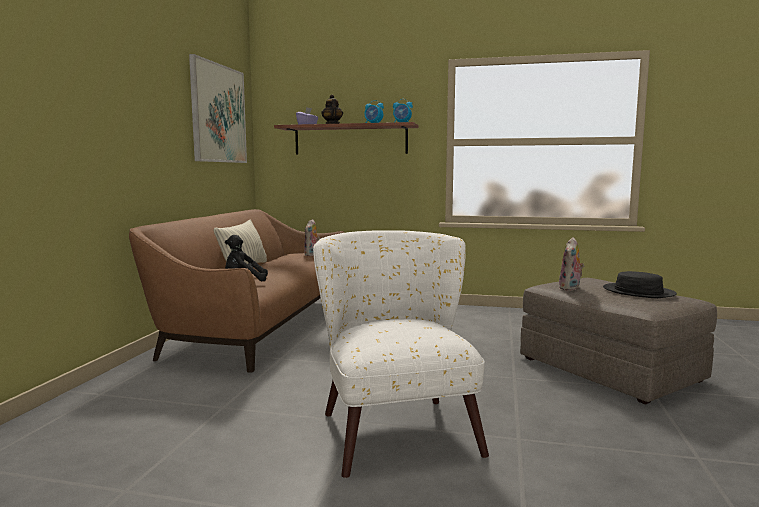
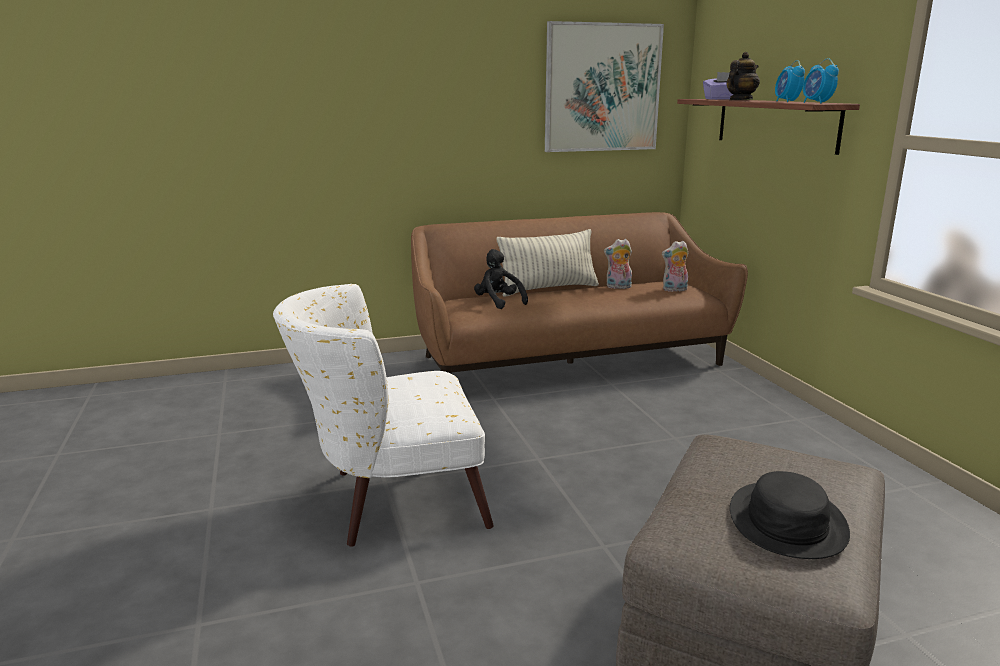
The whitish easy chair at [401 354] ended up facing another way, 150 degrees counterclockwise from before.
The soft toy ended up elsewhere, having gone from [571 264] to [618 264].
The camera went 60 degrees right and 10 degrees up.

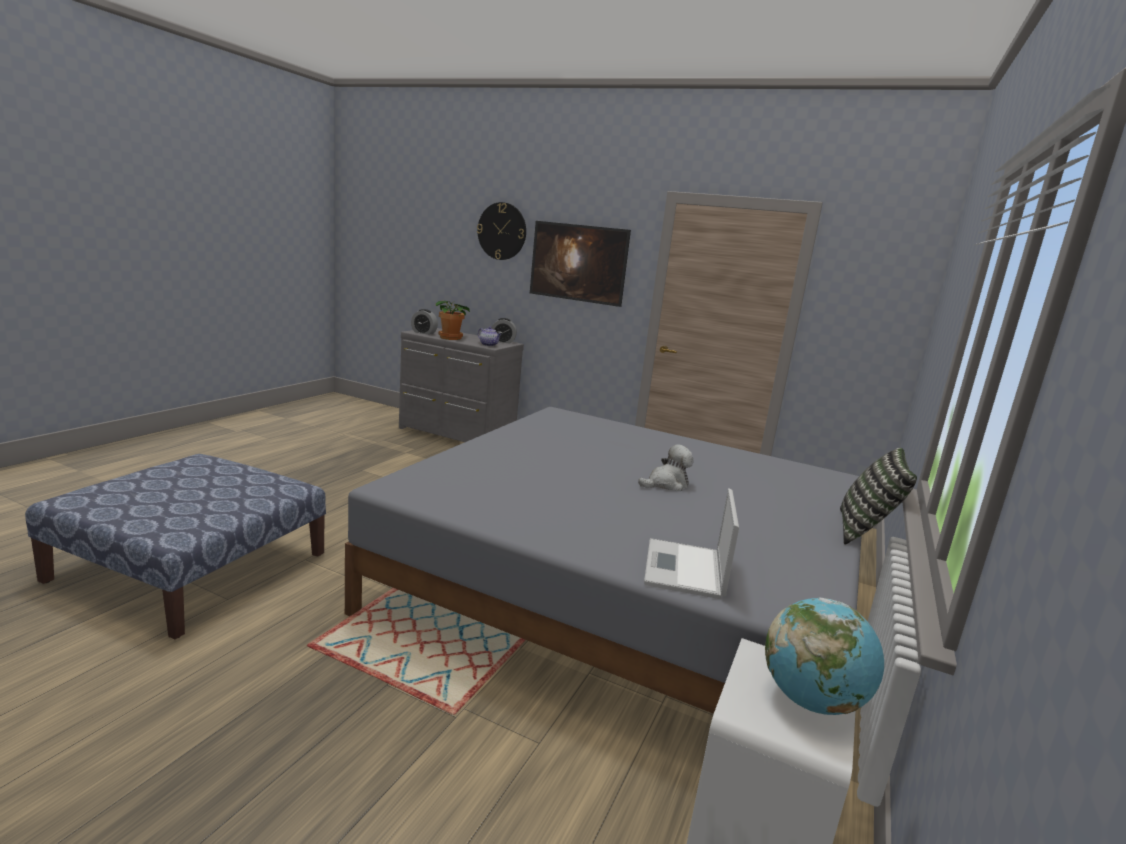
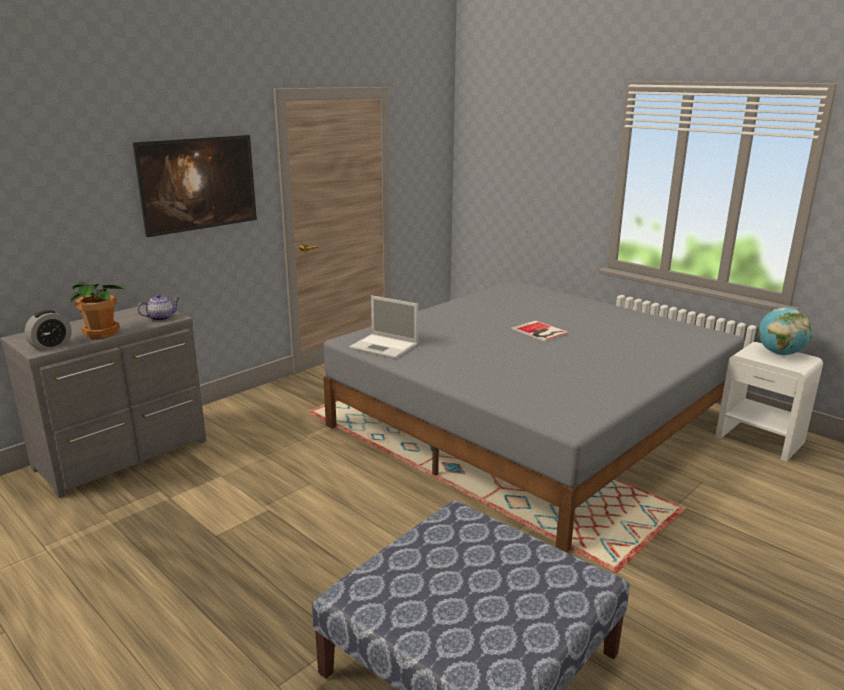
The second view lost the clock on the wall at [501 231].
The second view lost the bedside clock at [504 331].
Where the soft toy stood at [665 467], the volume came to stand at [540 331].
The laptop ended up elsewhere, having gone from [691 543] to [383 327].
The second view lost the pillow at [878 496].
The camera went 70 degrees left and 5 degrees up.

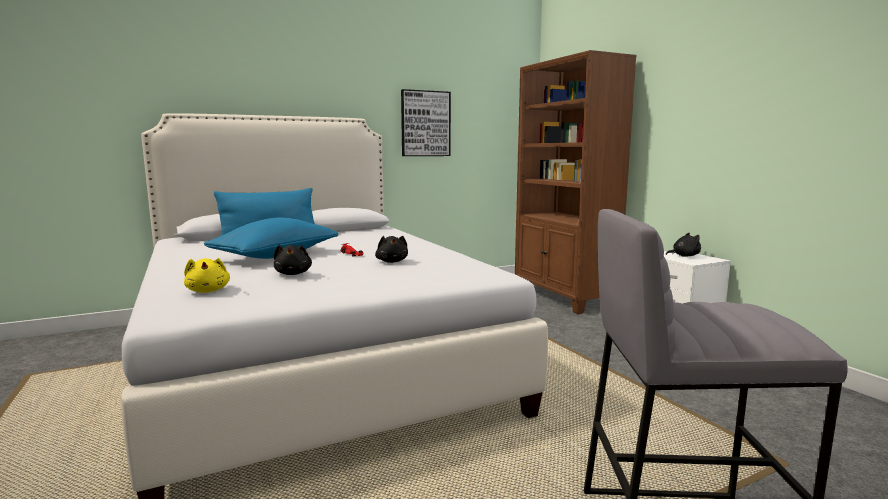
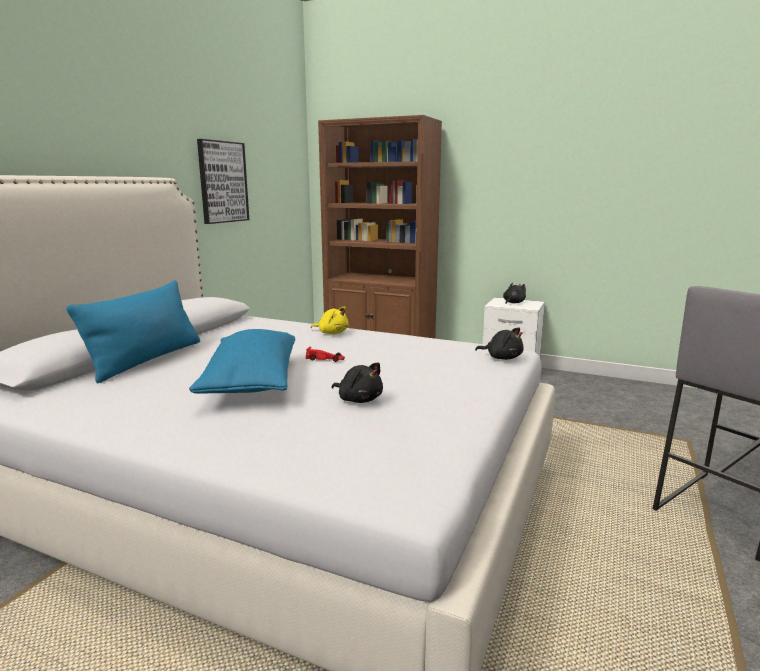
The yellow-coloured soft toy ended up elsewhere, having gone from [207 275] to [330 320].
The blackish soft toy ended up elsewhere, having gone from [391 249] to [499 344].
The camera went 40 degrees left and 5 degrees up.

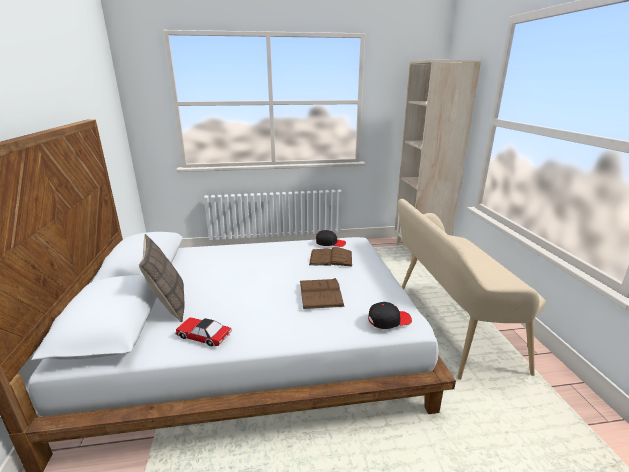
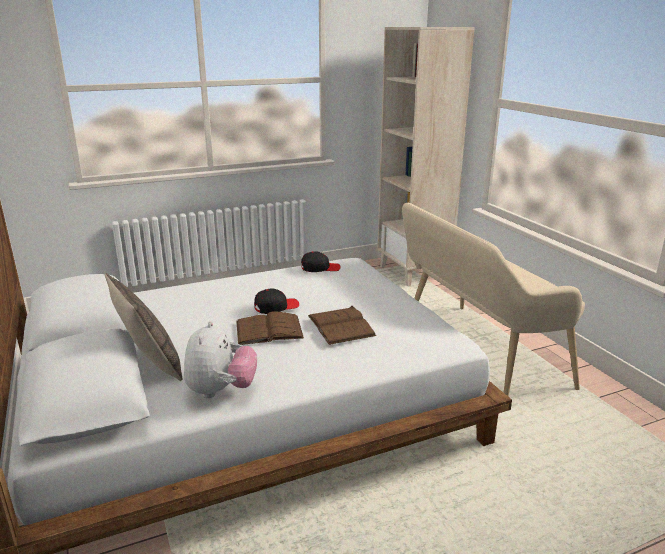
Where the miniature car stood at [203 332], the soft toy came to stand at [220 359].
The brown-coloured volume ended up elsewhere, having gone from [330 256] to [270 328].
The blackish baseball cap ended up elsewhere, having gone from [390 315] to [276 301].
The camera went 15 degrees left and 0 degrees up.

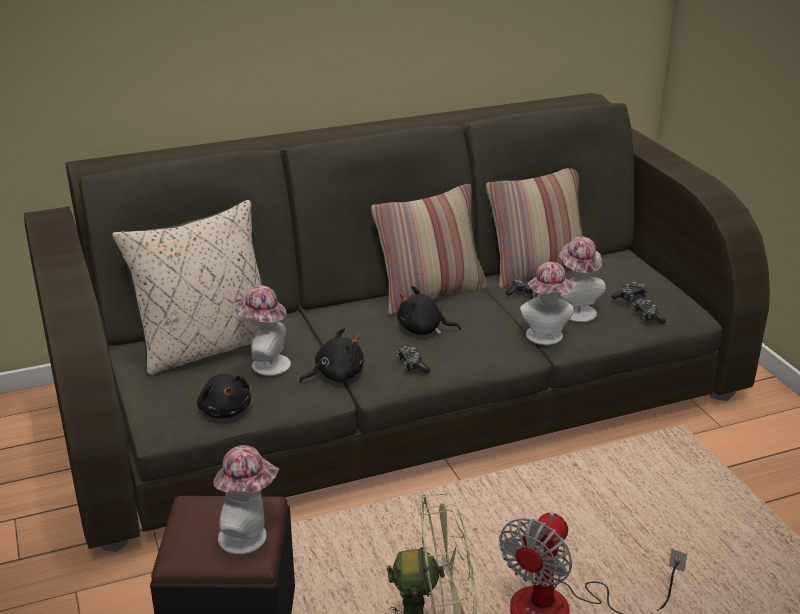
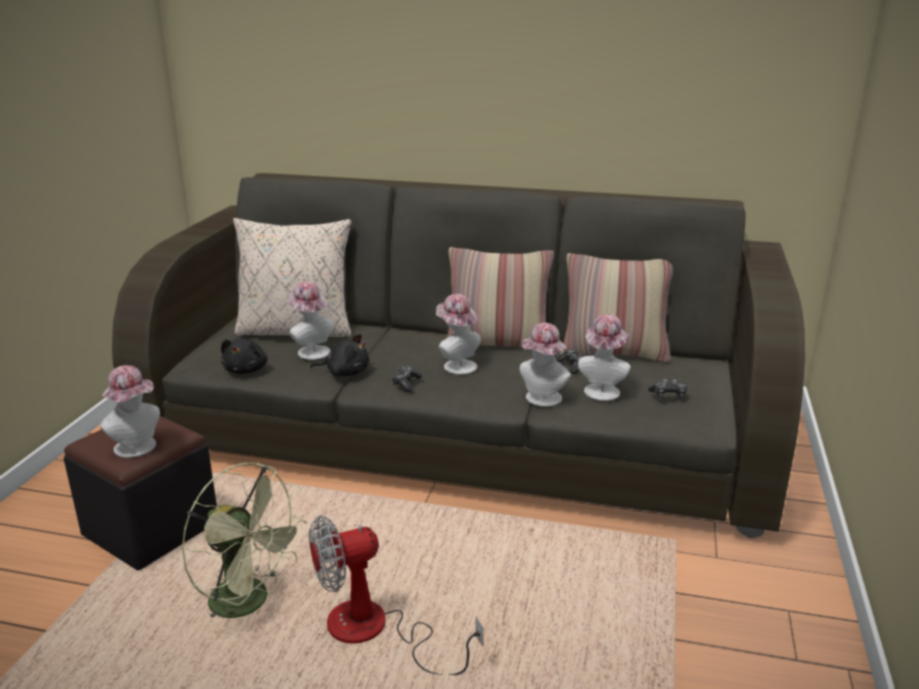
Where the blackish soft toy stood at [429 310], the wearable hat came to stand at [458 334].
The second view lost the joypad at [649 311].
The camera went 35 degrees right and 5 degrees down.

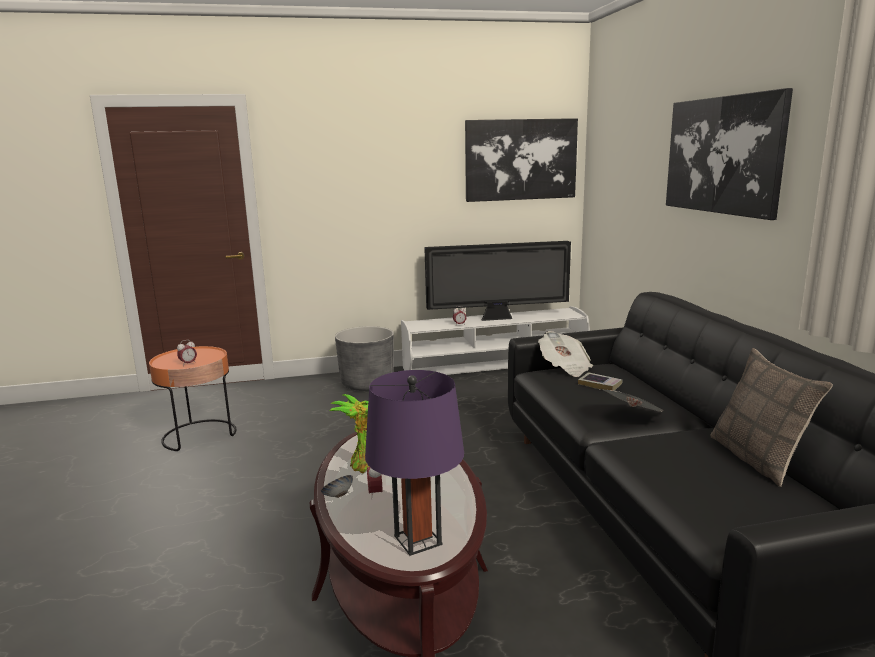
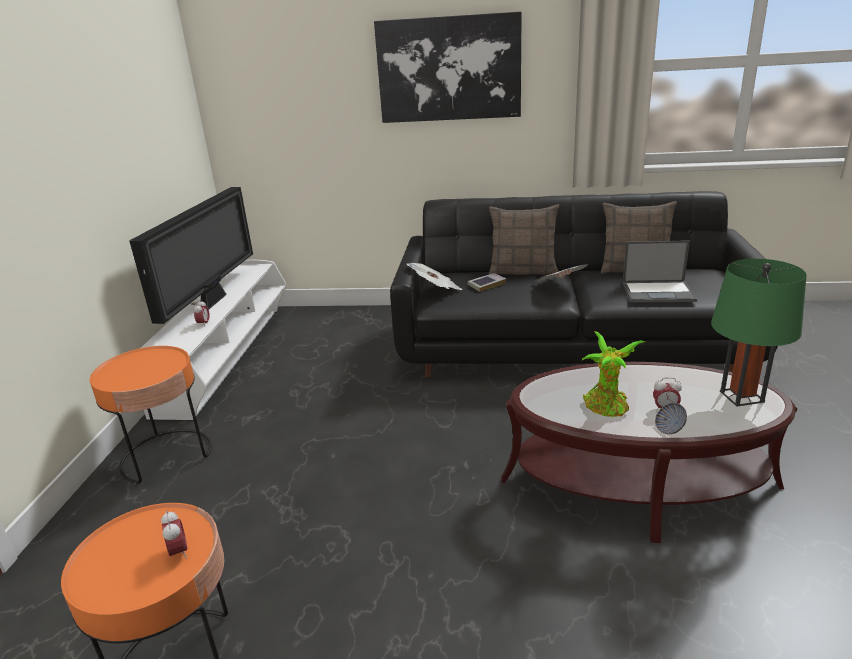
Where the grey flower pot stood at [364 358], the orangey side table came to stand at [151 415].
What was the purple tabletop lamp at [414 463] turned into the green-coloured tabletop lamp at [759 333].
The second view lost the picture at [521 160].
The second view gained the pillow at [524 239].
The second view gained the laptop at [659 271].
The camera went 70 degrees left and 10 degrees up.

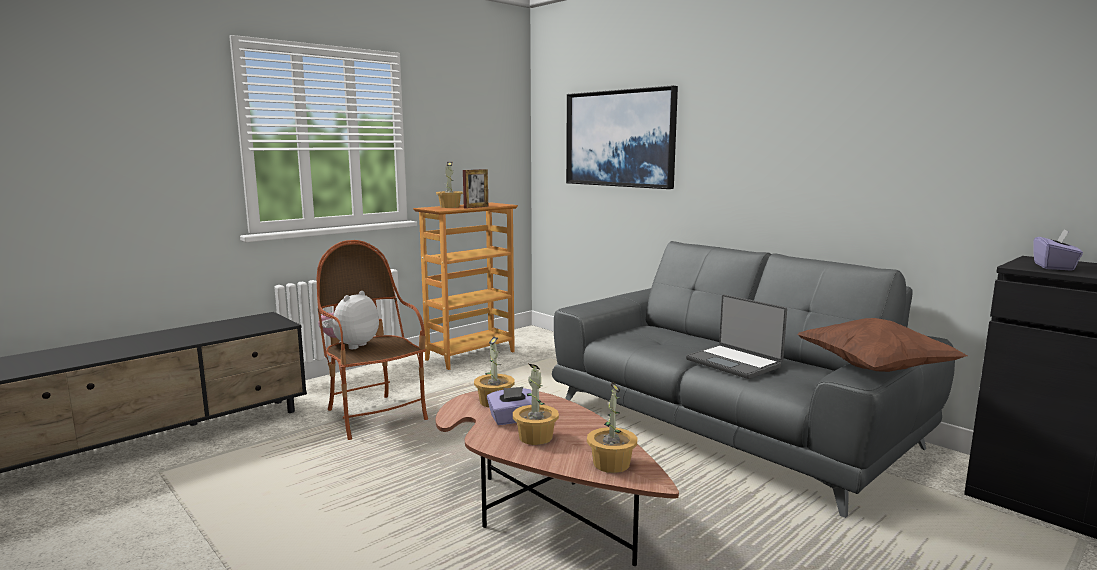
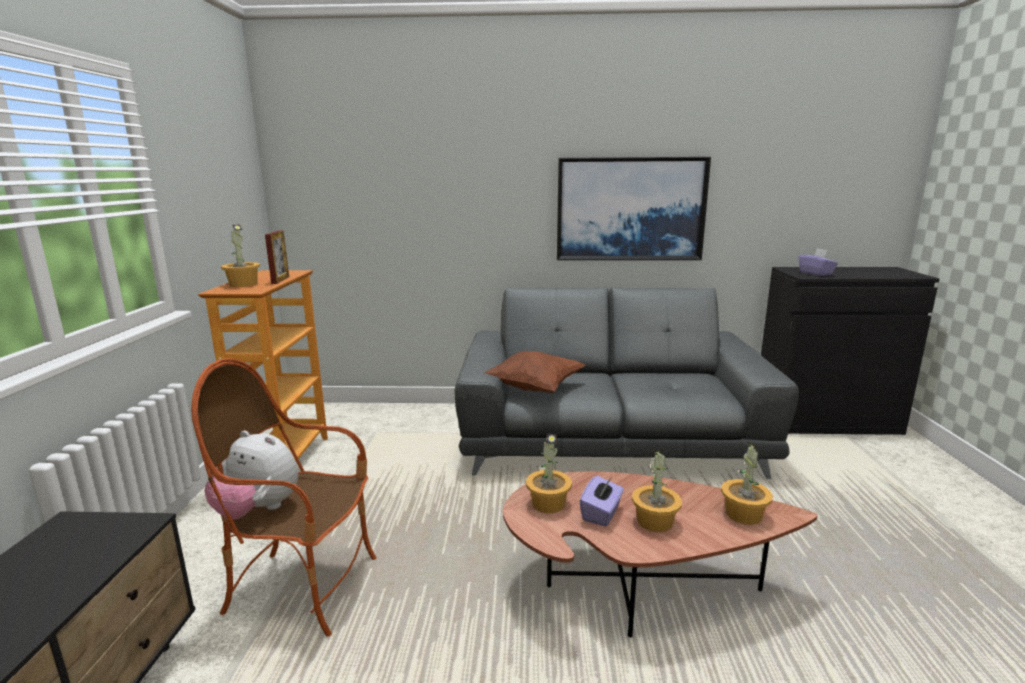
The soft toy at [348 320] ended up facing another way, 45 degrees counterclockwise from before.
The picture ended up elsewhere, having gone from [622 137] to [634 208].
The second view lost the laptop at [736 336].
The brown-coloured pillow ended up elsewhere, having gone from [882 345] to [535 372].
The camera went 45 degrees left and 5 degrees up.

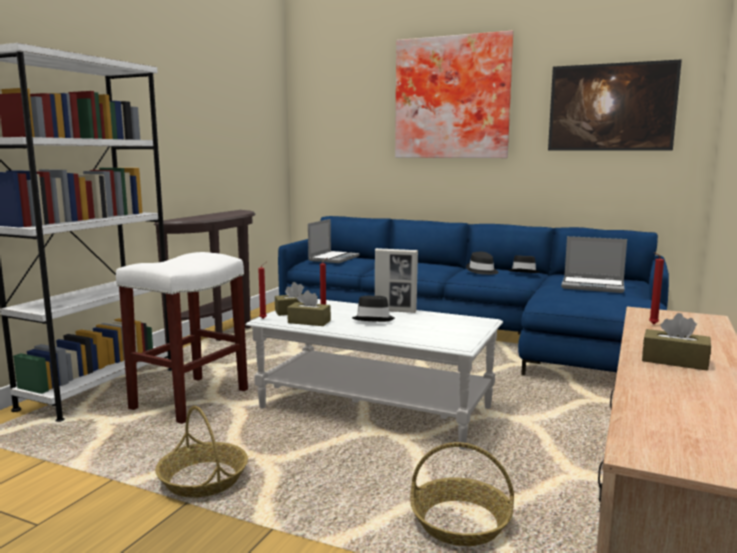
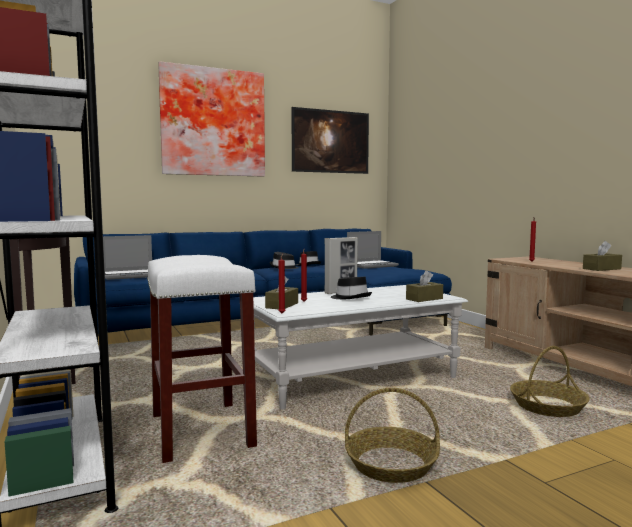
The brown-coloured box of tissues ended up elsewhere, having gone from [309 308] to [424 286].
The laptop at [334 241] ended up facing another way, 90 degrees clockwise from before.
The camera went 50 degrees left and 5 degrees down.

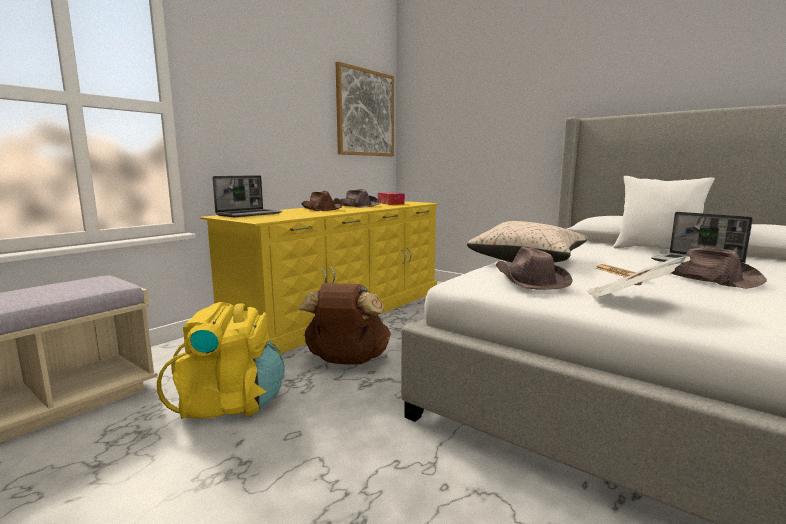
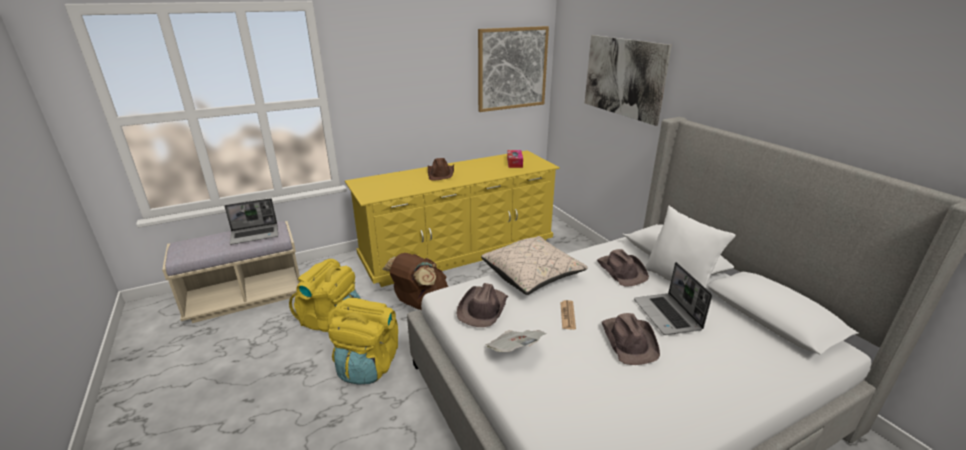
The laptop ended up elsewhere, having gone from [247 196] to [251 221].
The brown-coloured wearable hat ended up elsewhere, having gone from [360 198] to [623 267].
The second view gained the yellow-coloured rucksack at [363 341].
The second view gained the picture at [628 80].
The camera went 25 degrees right and 15 degrees up.

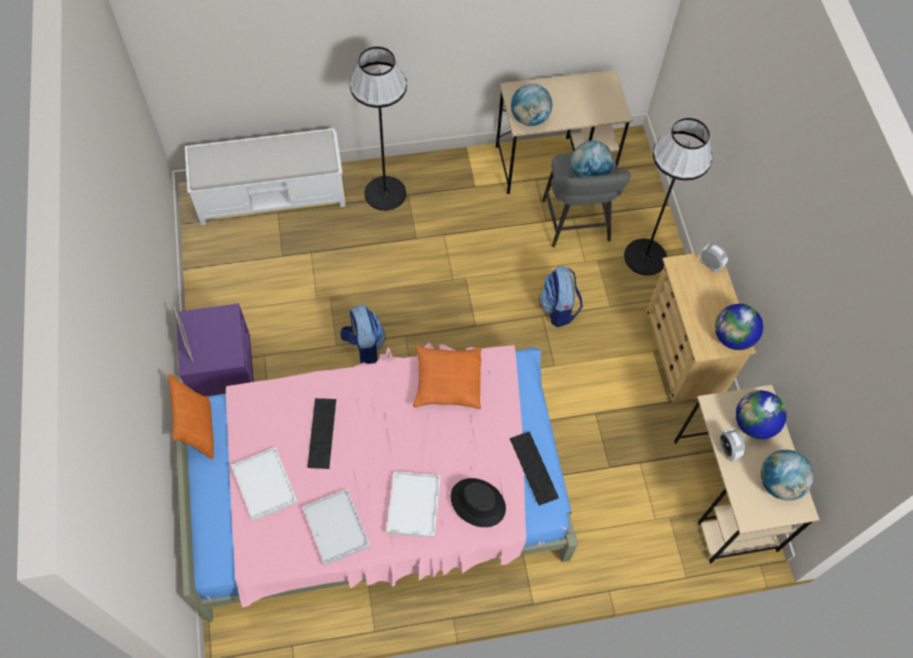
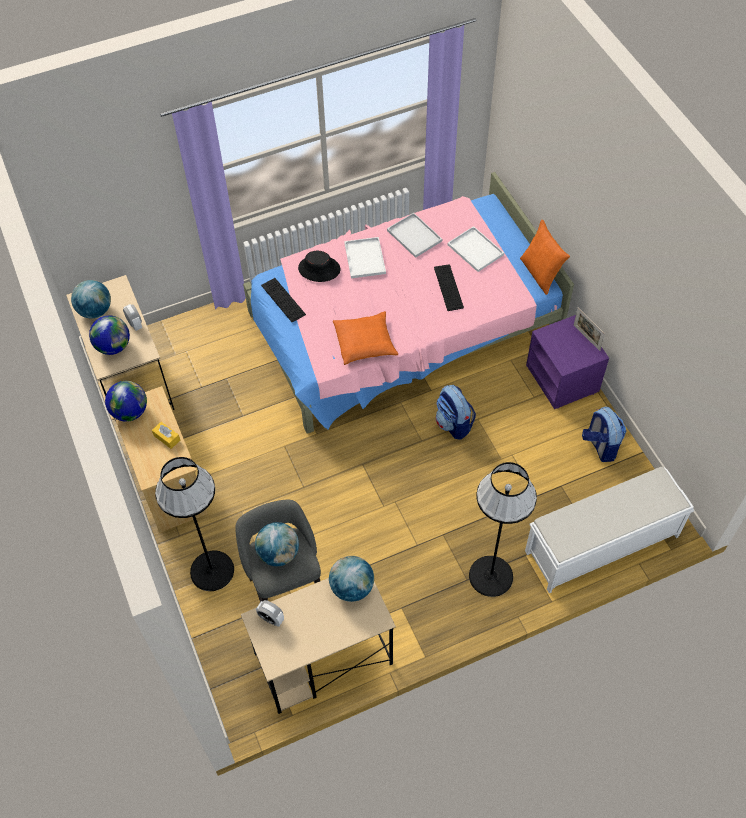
The rucksack ended up elsewhere, having gone from [561 296] to [604 434].
The bedside clock ended up elsewhere, having gone from [713 258] to [270 613].
The second view gained the yellow-coloured box of tissues at [166 435].
The camera went 170 degrees right and 5 degrees down.

